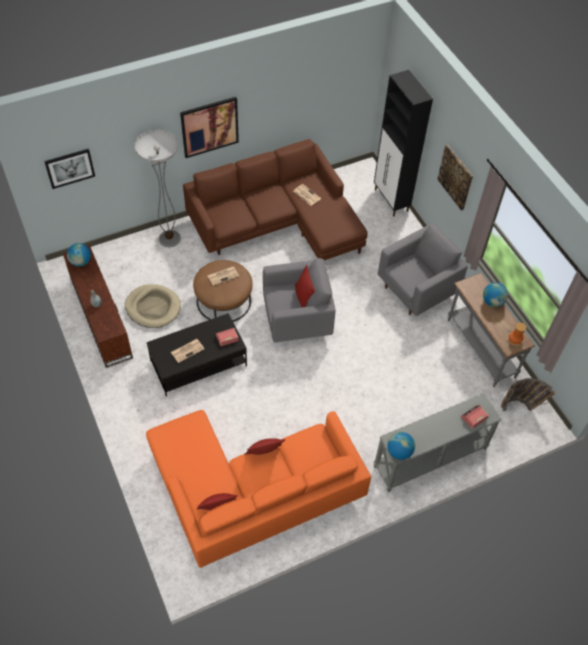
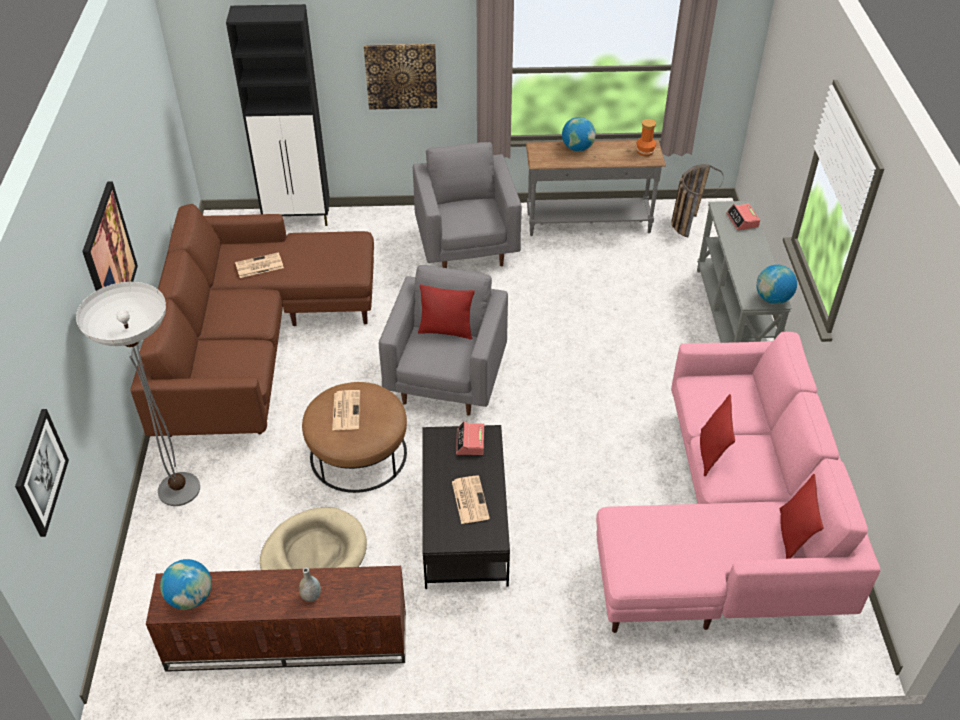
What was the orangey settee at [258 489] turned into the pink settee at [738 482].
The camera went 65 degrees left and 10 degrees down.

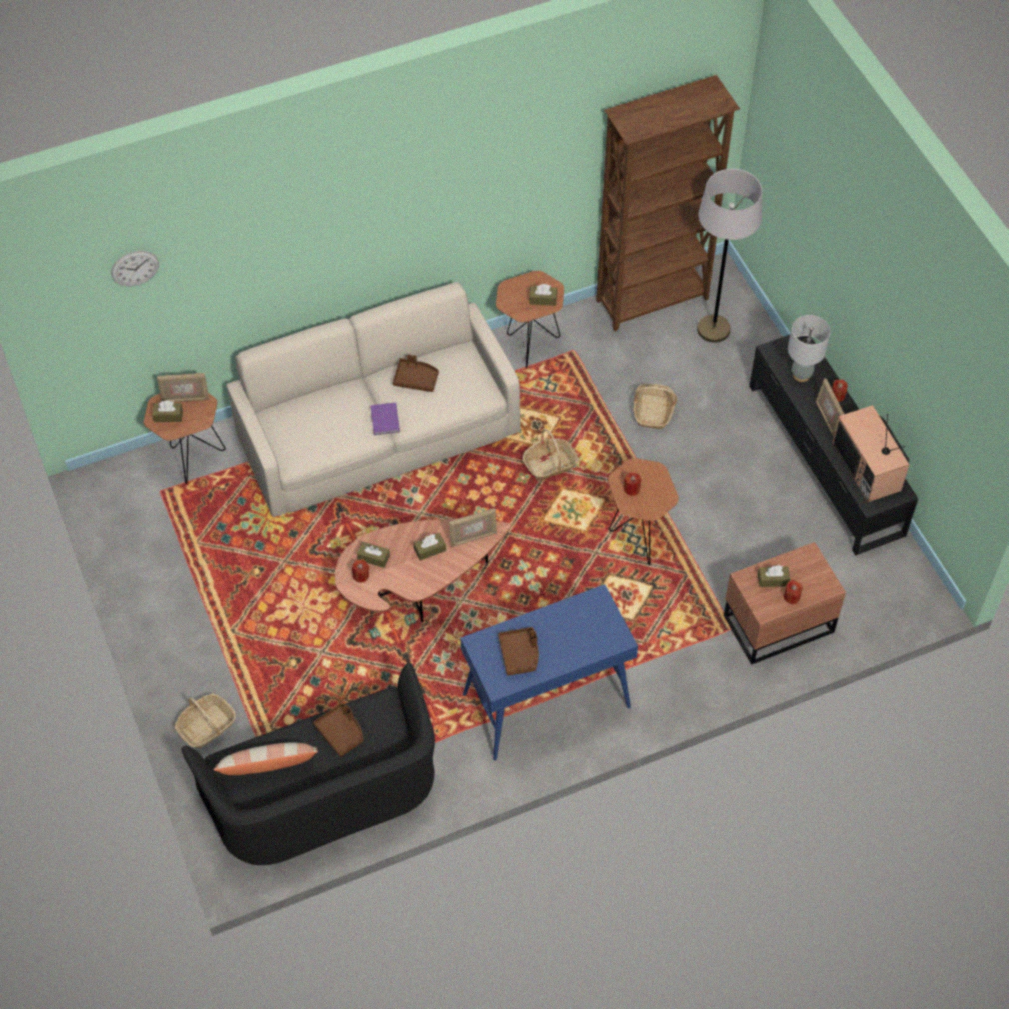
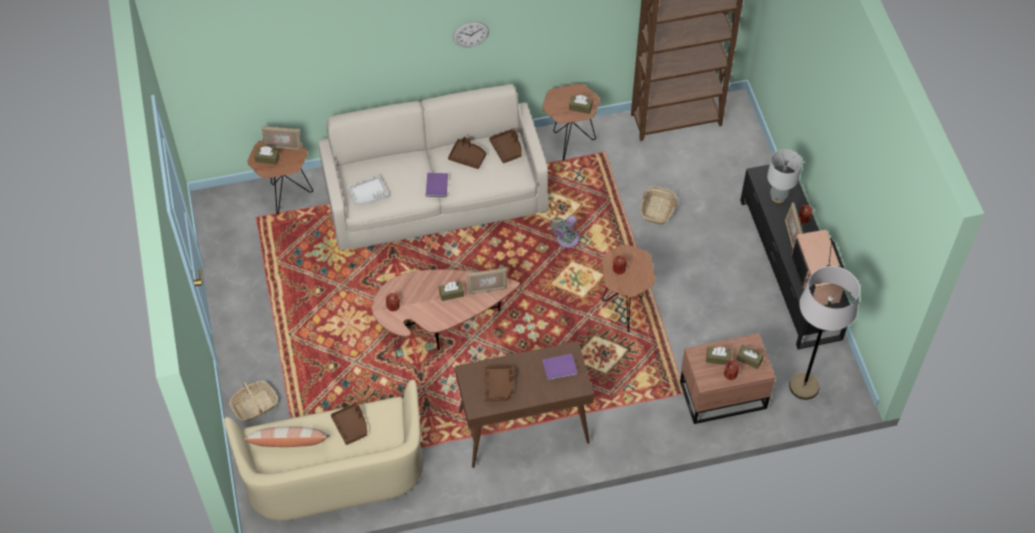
The clock on the wall ended up elsewhere, having gone from [135 269] to [471 34].
What was the blackish settee at [308 764] turned into the beige settee at [323 450].
The brown-coloured box of tissues ended up elsewhere, having gone from [373 555] to [750 357].
What was the bluish hall table at [549 672] turned into the brown-coloured hall table at [524 404].
Where the household basket stood at [551 455], the grey cooling fan came to stand at [564 231].
The grey floor lamp ended up elsewhere, having gone from [729 256] to [824 333].
The second view gained the grey serving tray at [368 190].
The second view gained the brown-coloured serving tray at [505 146].
The second view gained the purple volume at [559 367].
The camera went 10 degrees right and 0 degrees up.

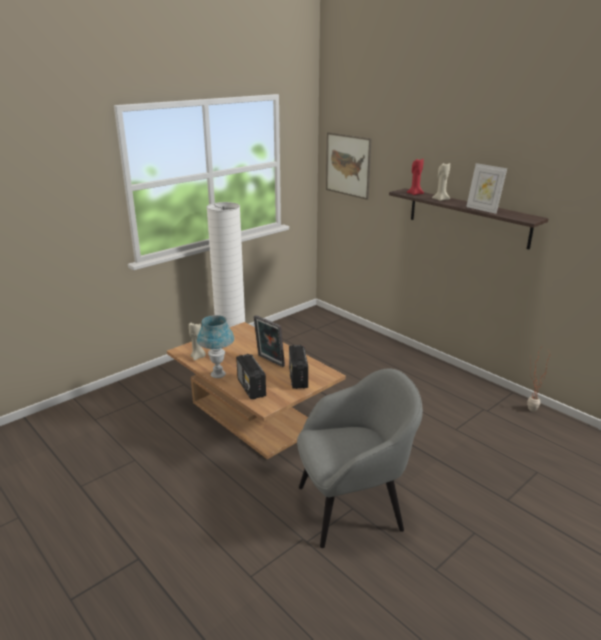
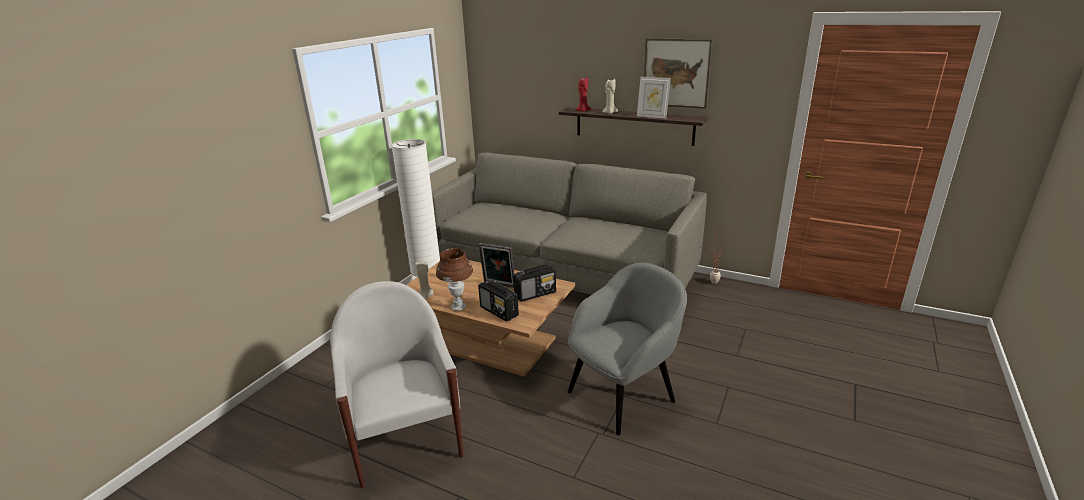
What was the bluish tabletop lamp at [215 346] turned into the brown-coloured tabletop lamp at [454 279].
The radio receiver at [298 367] ended up facing another way, 90 degrees counterclockwise from before.
The picture ended up elsewhere, having gone from [349 166] to [678 73].
The second view gained the whitish easy chair at [397 384].
The second view gained the grey settee at [569 224].
The camera went 20 degrees left and 0 degrees up.

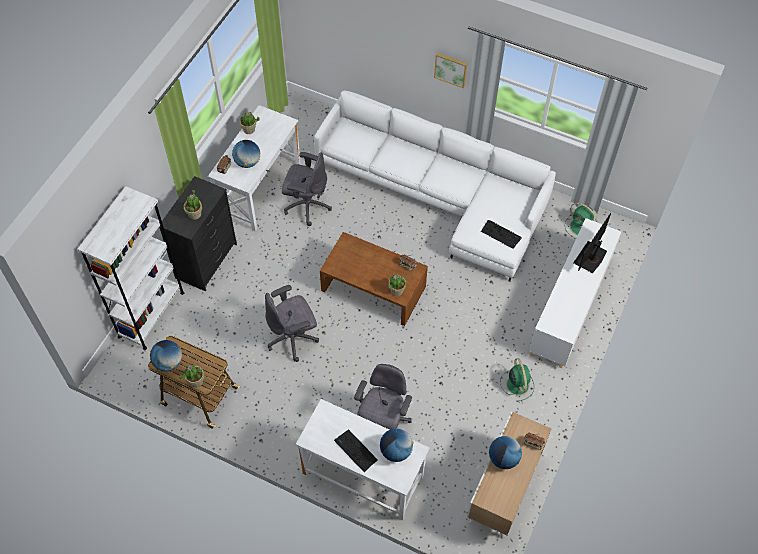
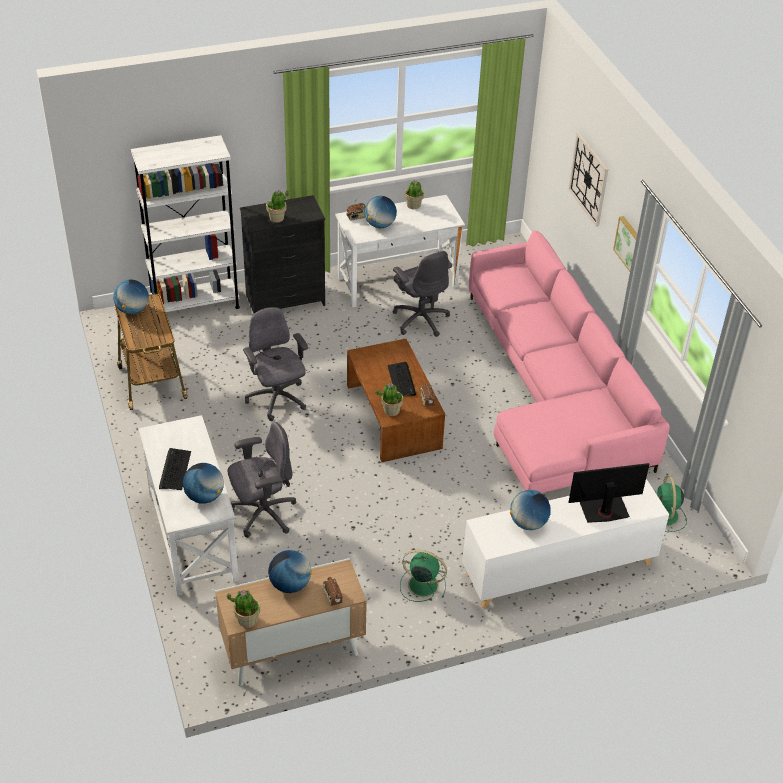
The plant in a pot ended up elsewhere, having gone from [191 376] to [243 609].
The grey desk chair at [292 323] ended up facing another way, 45 degrees clockwise from before.
What was the whitish settee at [435 186] turned into the pink settee at [569 361].
The computer keyboard ended up elsewhere, having gone from [501 234] to [401 379].
The green-coloured cooling fan at [517 380] ended up facing another way, 105 degrees counterclockwise from before.
The second view gained the world globe at [530 510].
The second view gained the clock on the wall at [588 180].
The camera went 45 degrees right and 15 degrees down.

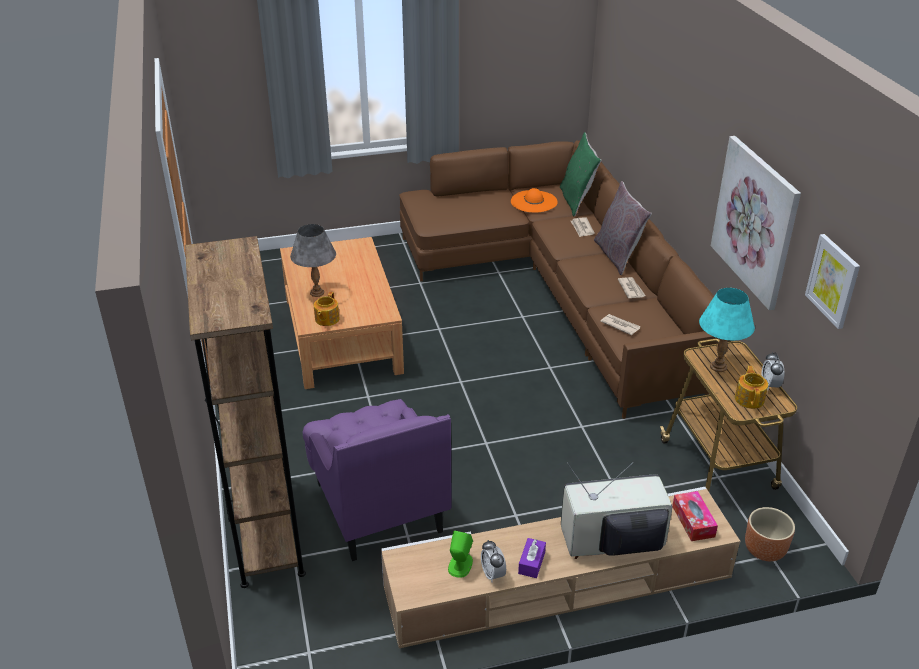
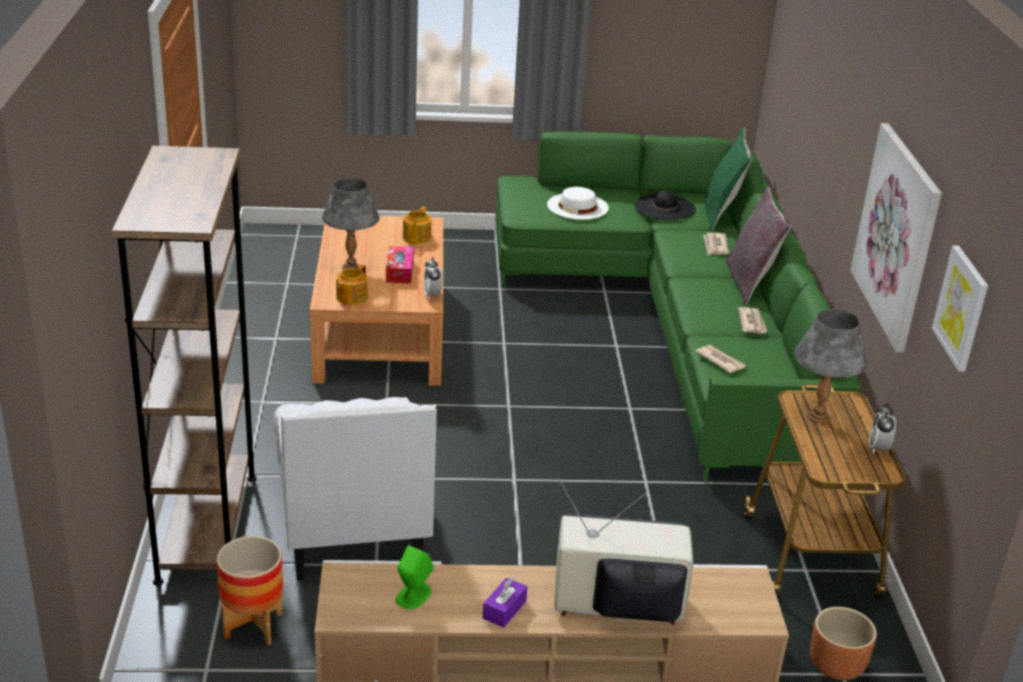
What was the purple easy chair at [377 480] turned into the whitish easy chair at [355 489].
What was the brown-coloured settee at [565 279] turned into the green-coloured settee at [679 306].
The bedside clock ended up elsewhere, having gone from [493 561] to [433 279].
What was the orangey wearable hat at [534 200] turned into the blackish wearable hat at [665 205].
The box of tissues ended up elsewhere, having gone from [695 516] to [400 265].
What was the turquoise-coloured tabletop lamp at [727 330] turned into the grey tabletop lamp at [830 366].
The teapot ended up elsewhere, having gone from [751 387] to [417 225].
The second view gained the flower pot at [250 590].
The second view gained the whitish wearable hat at [578 203].
The camera went 10 degrees right and 5 degrees down.

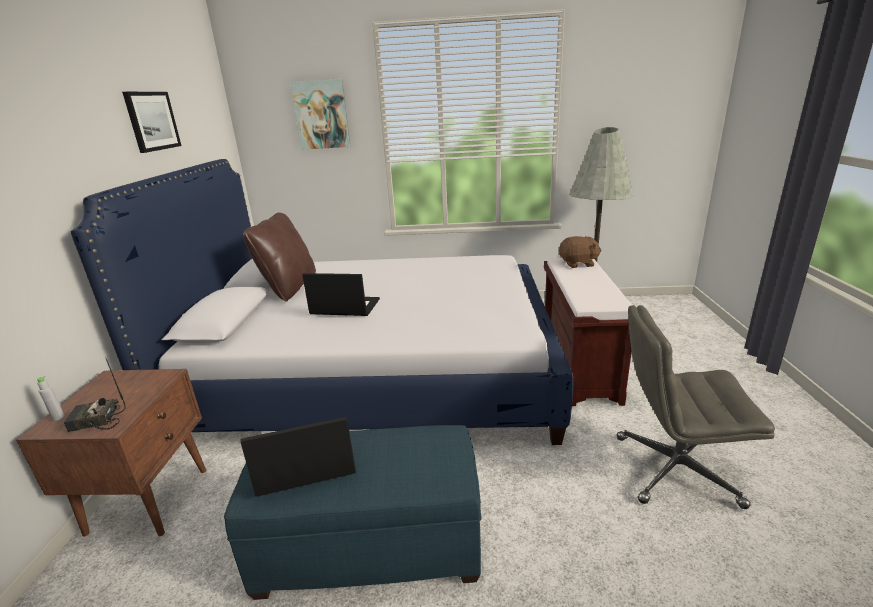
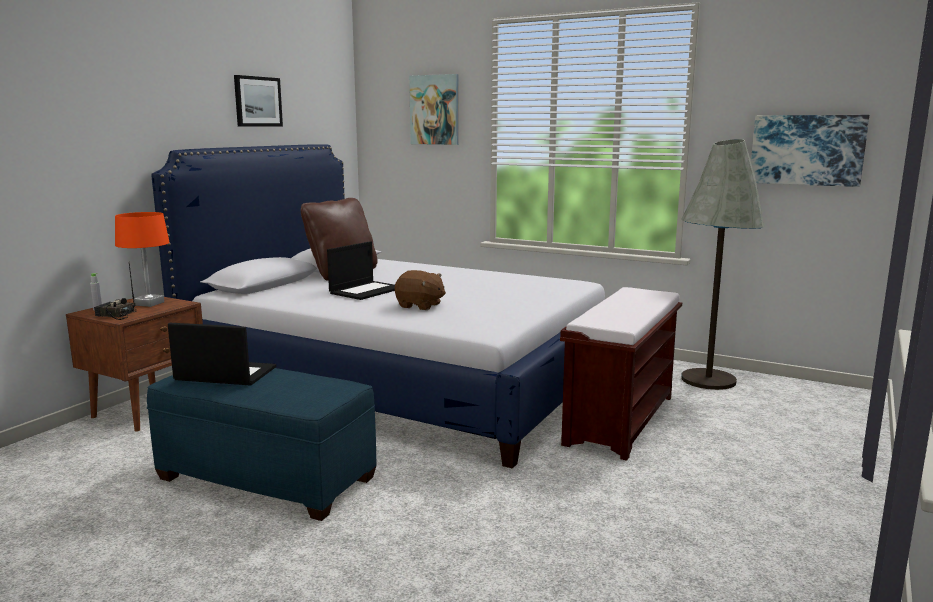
The laptop at [341 294] ended up facing another way, 90 degrees clockwise from before.
The brown-coloured soft toy ended up elsewhere, having gone from [580 252] to [420 290].
The second view lost the grey desk chair at [696 407].
The second view gained the orangey tabletop lamp at [142 259].
The second view gained the picture at [810 151].
The camera went 25 degrees right and 10 degrees down.

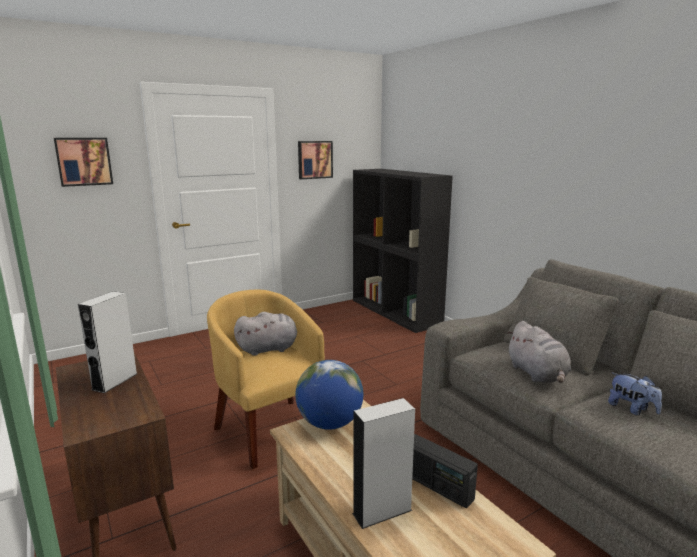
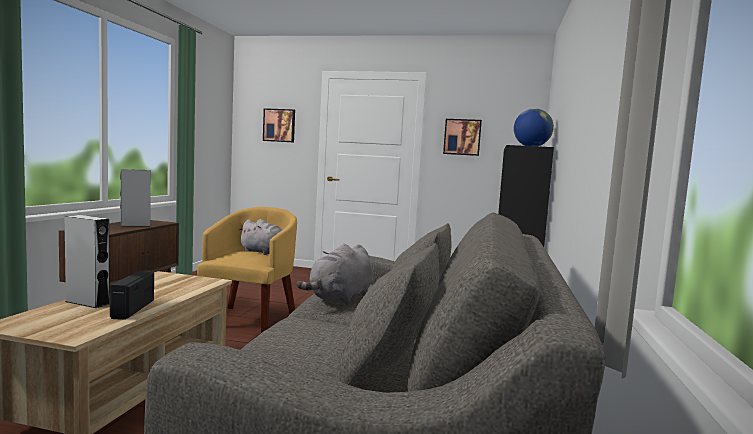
The world globe ended up elsewhere, having gone from [329 395] to [534 127].
The second view lost the soft toy at [635 394].
The camera went 45 degrees right and 10 degrees down.

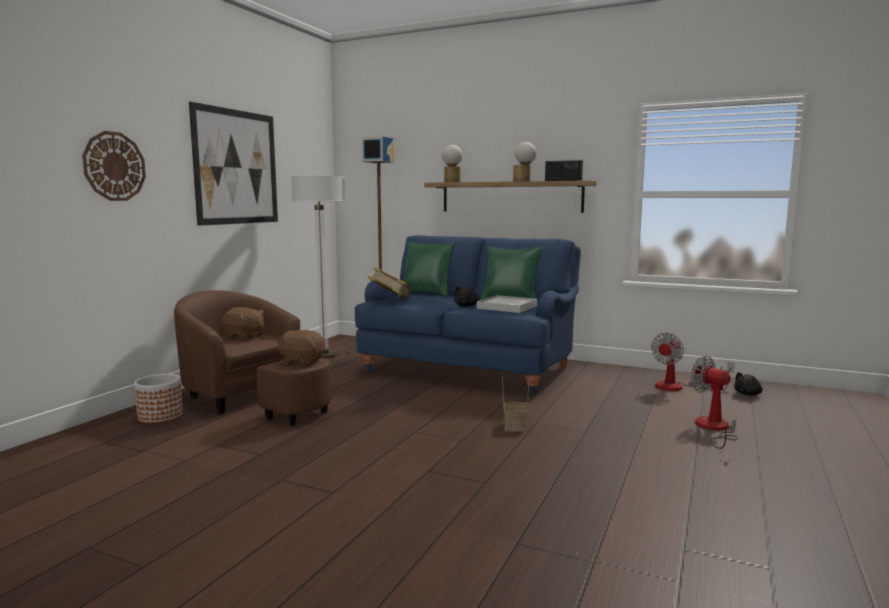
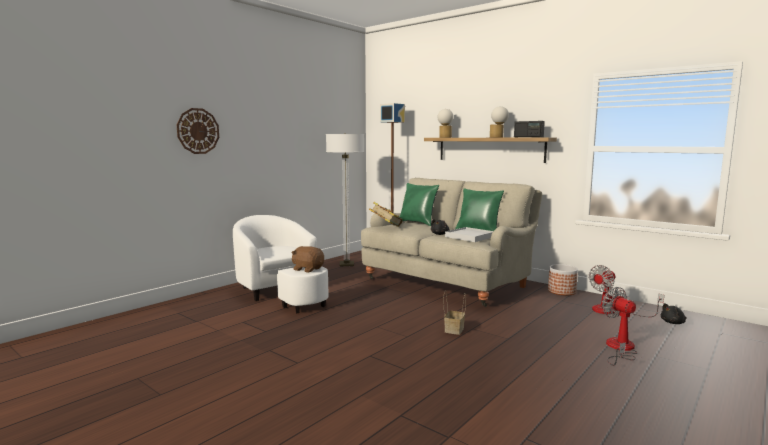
The flower pot ended up elsewhere, having gone from [158 399] to [563 279].
What was the brown-coloured easy chair at [252 358] turned into the whitish easy chair at [280 264].
The second view lost the picture at [233 164].
The second view lost the brown-coloured soft toy at [243 323].
What was the bluish settee at [468 315] turned into the beige settee at [451 242].
The camera went 15 degrees right and 0 degrees up.

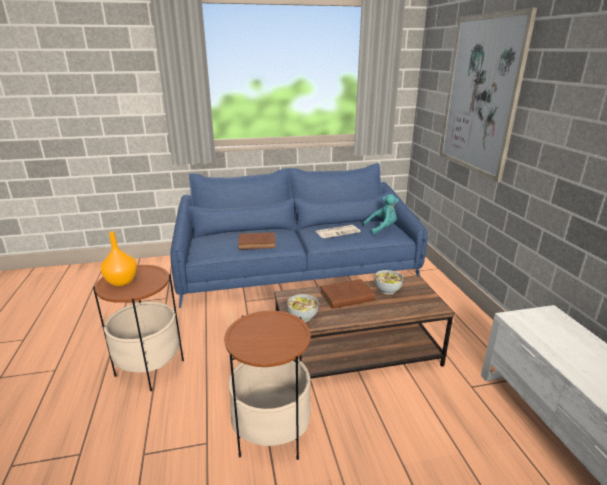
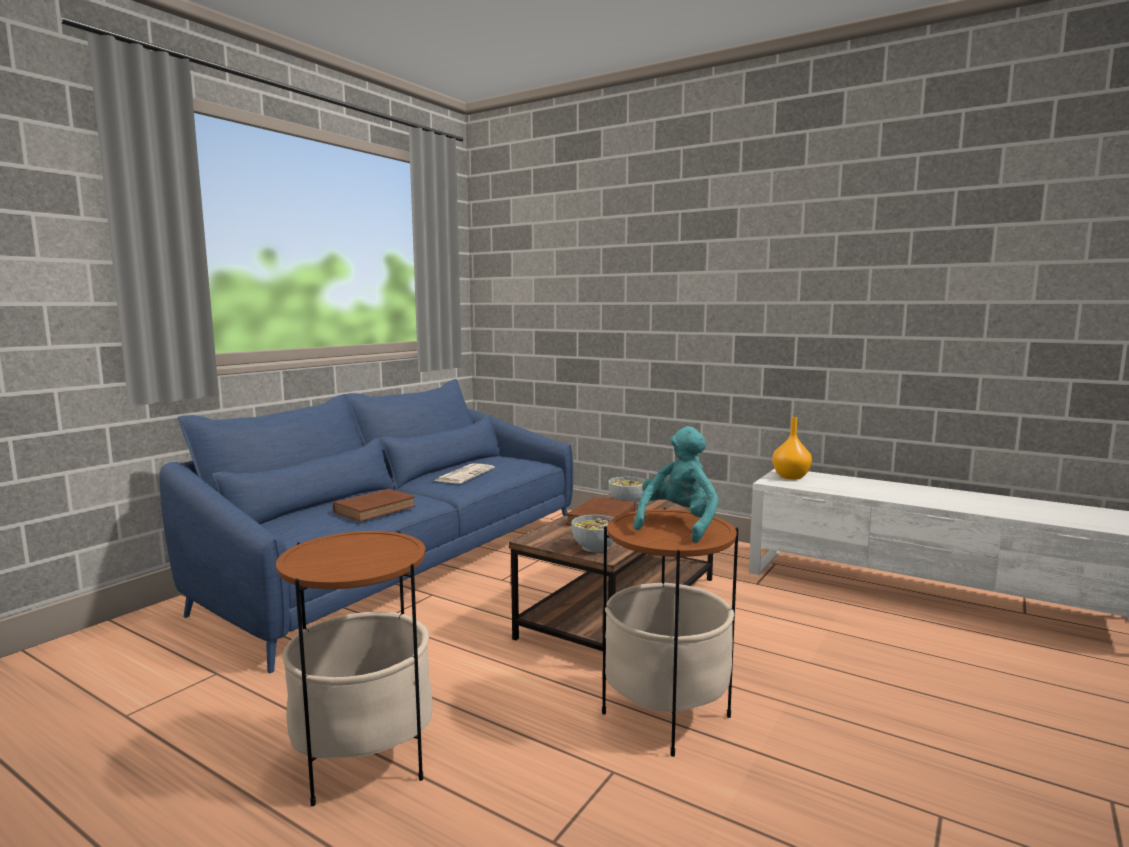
The orangey decorative vase ended up elsewhere, having gone from [119 259] to [792 448].
The turquoise-coloured soft toy ended up elsewhere, having gone from [380 214] to [676 484].
The second view lost the picture at [488 95].
The camera went 45 degrees left and 15 degrees down.

